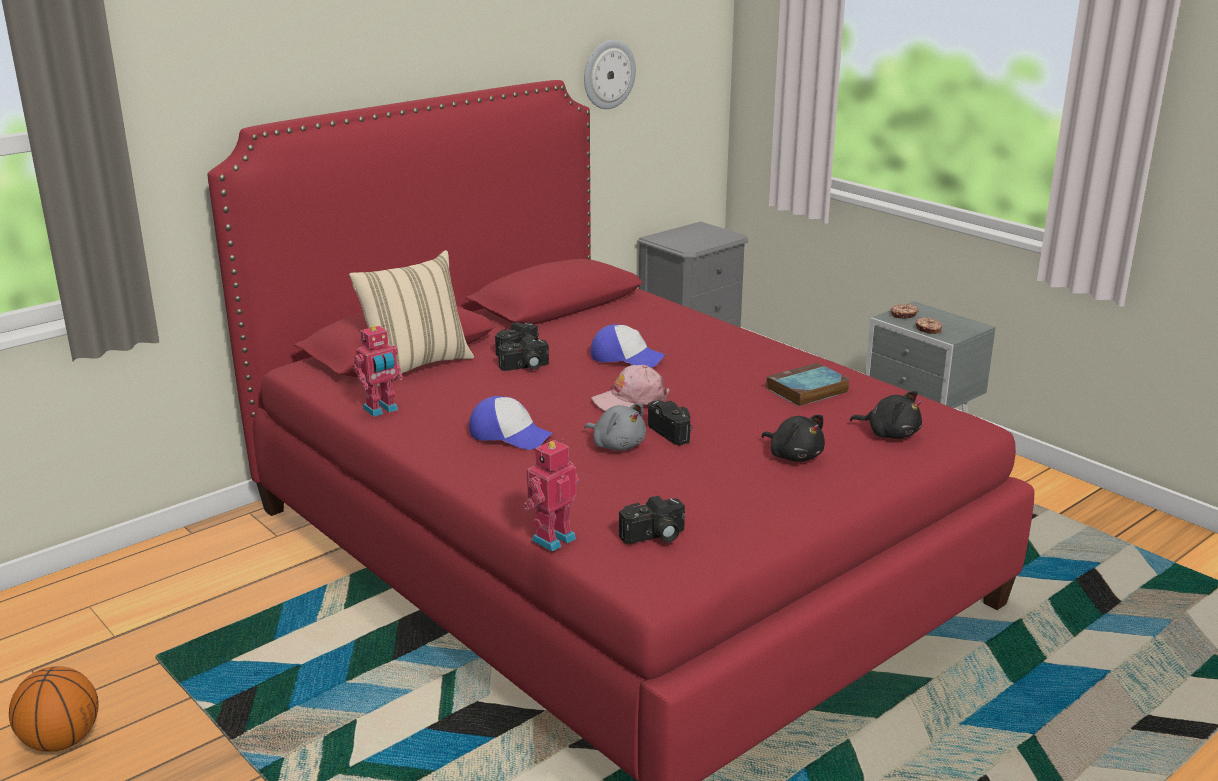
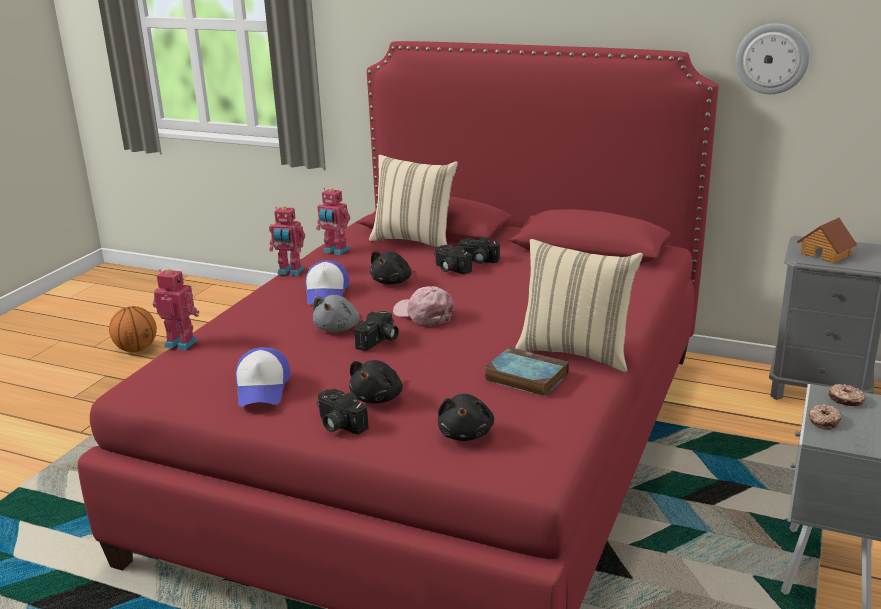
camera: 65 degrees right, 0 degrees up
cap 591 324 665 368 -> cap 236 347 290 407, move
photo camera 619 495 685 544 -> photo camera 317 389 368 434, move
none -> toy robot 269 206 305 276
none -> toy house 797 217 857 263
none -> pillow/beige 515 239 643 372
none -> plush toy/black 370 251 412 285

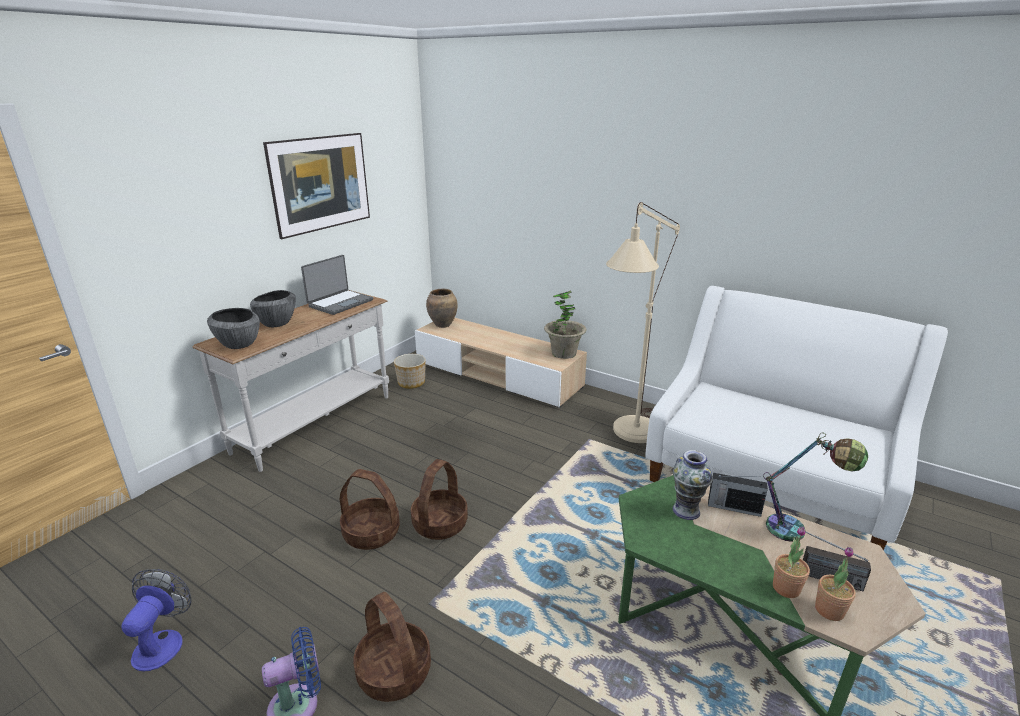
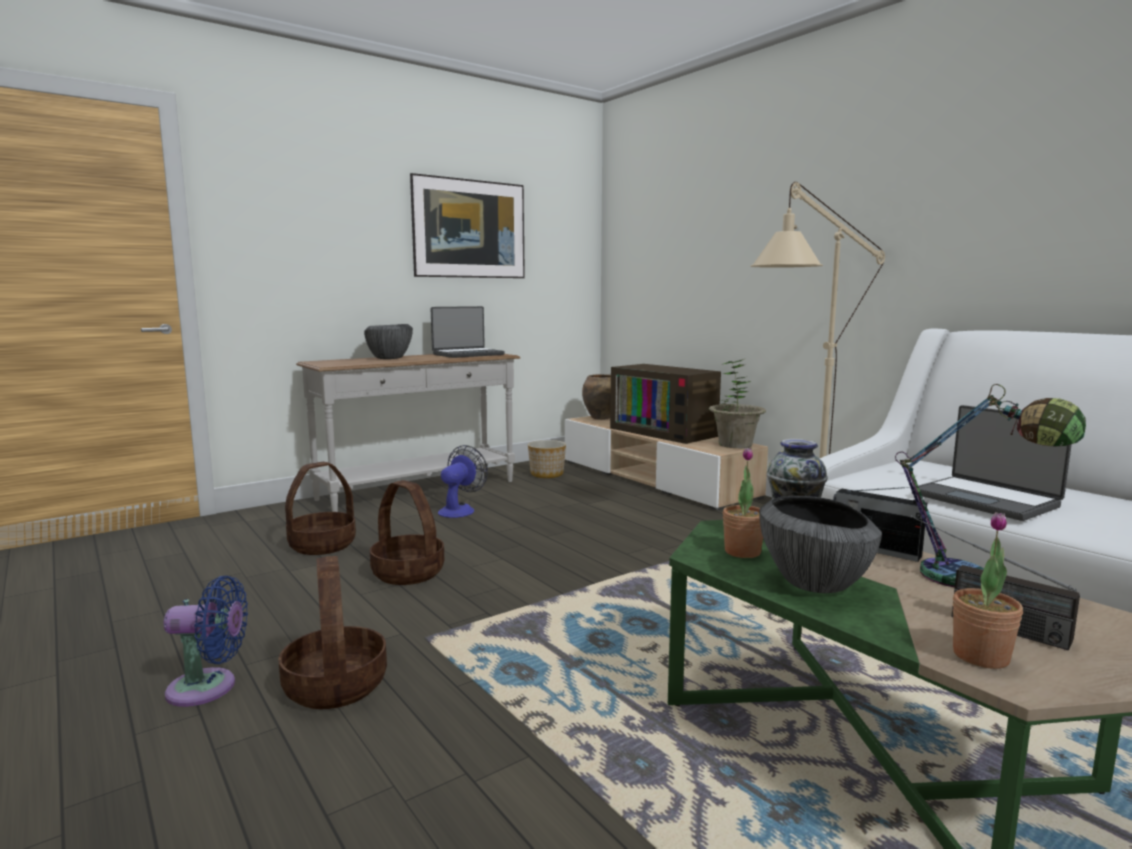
camera: 20 degrees right, 15 degrees down
bowl 207 308 260 349 -> bowl 759 496 882 593, move
basket 411 459 468 540 -> basket 285 462 356 555, move
potted plant 773 526 810 598 -> potted plant 723 447 763 558, move
fan 122 569 192 671 -> fan 438 445 488 518, move
none -> television 610 364 721 444
none -> laptop 911 405 1072 521

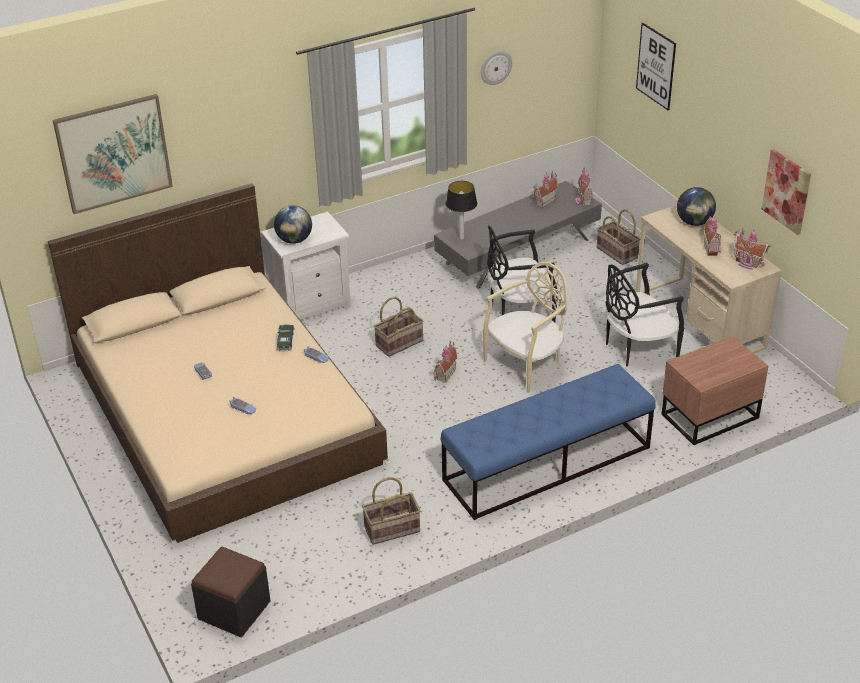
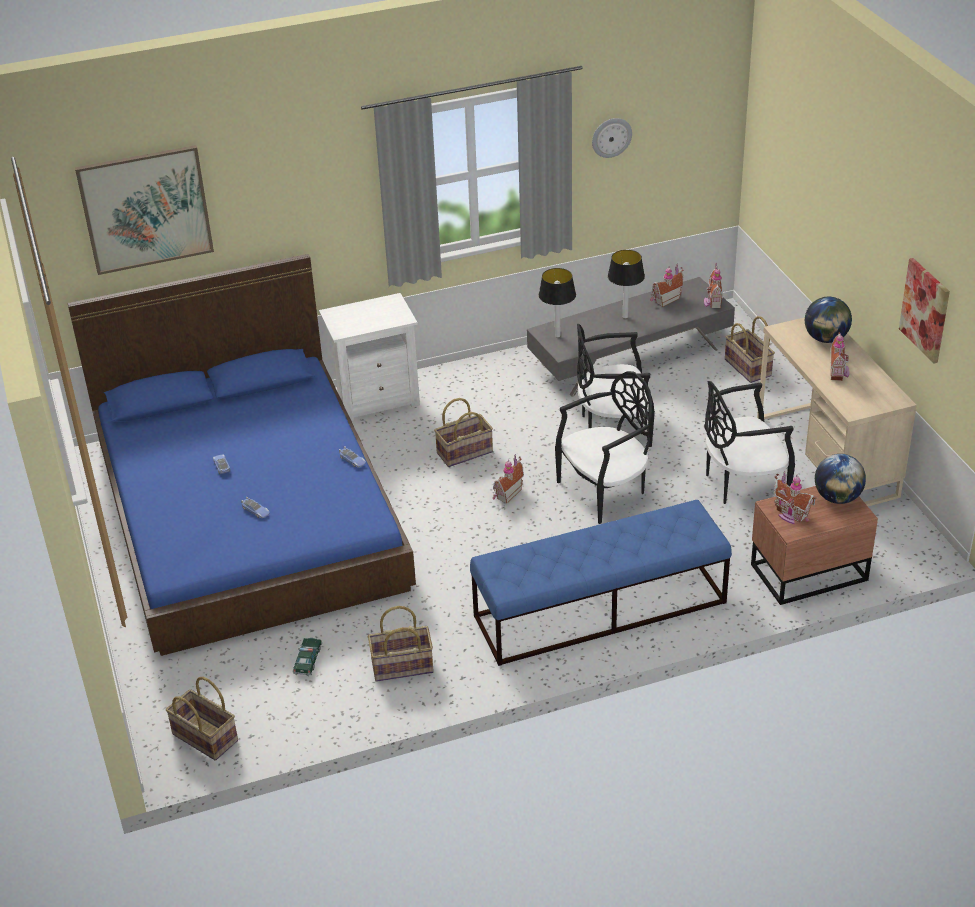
camera: 10 degrees right, 0 degrees up
picture 636 23 676 110 -> none
bed/beige 48 183 388 543 -> bed/blue 67 254 416 656
globe 274 205 312 244 -> globe 815 454 866 504, move
toy house 734 228 771 270 -> toy house 774 471 817 524, move
chair/beige 483 262 567 393 -> chair/black 555 371 652 524
toy car 276 324 295 351 -> toy car 292 638 323 676, move
ottoman/black 191 547 271 637 -> basket 166 677 238 761
none -> table lamp 608 250 645 319

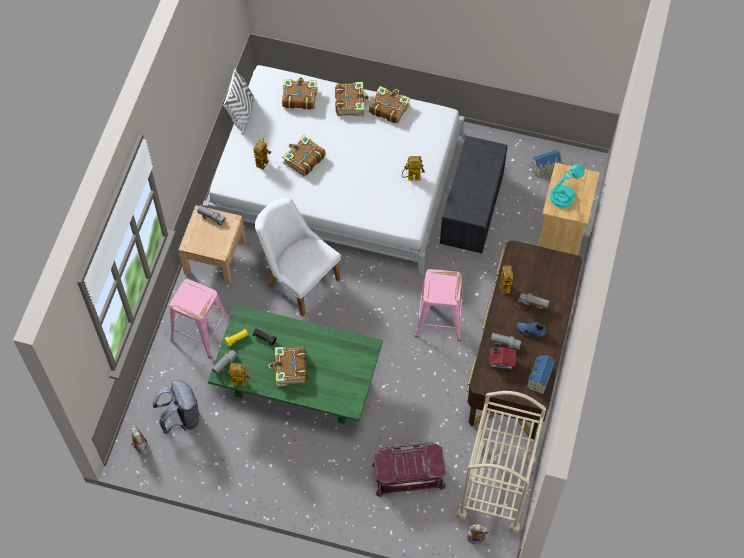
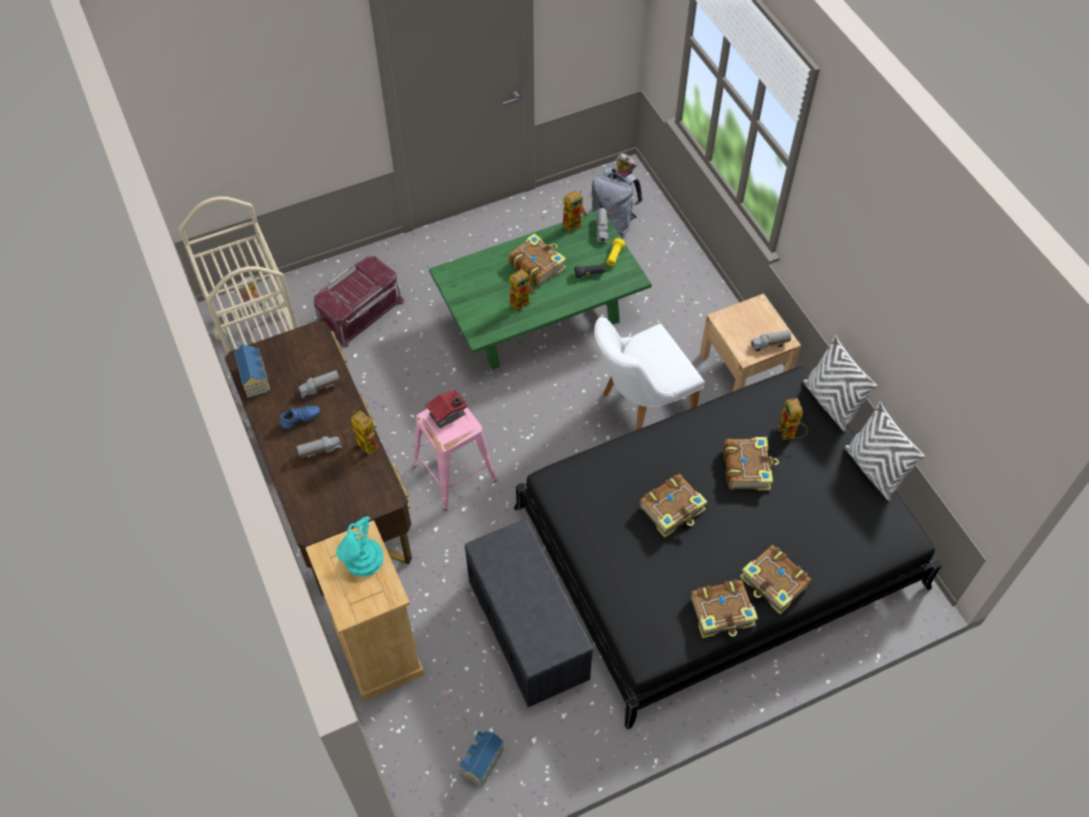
camera: 140 degrees right, 5 degrees down
bed/white 202 65 465 275 -> bed/black 514 366 942 730
book 282 77 317 110 -> book 639 474 707 538, move
toy robot 402 156 425 181 -> toy robot 509 269 535 312, move
chair/white 255 197 341 317 -> chair/white 594 317 705 430, 150 degrees clockwise
stool/pink 169 279 230 358 -> none
toy house 489 347 516 370 -> toy house 425 389 467 428, move
none -> pillow/white 803 335 878 431

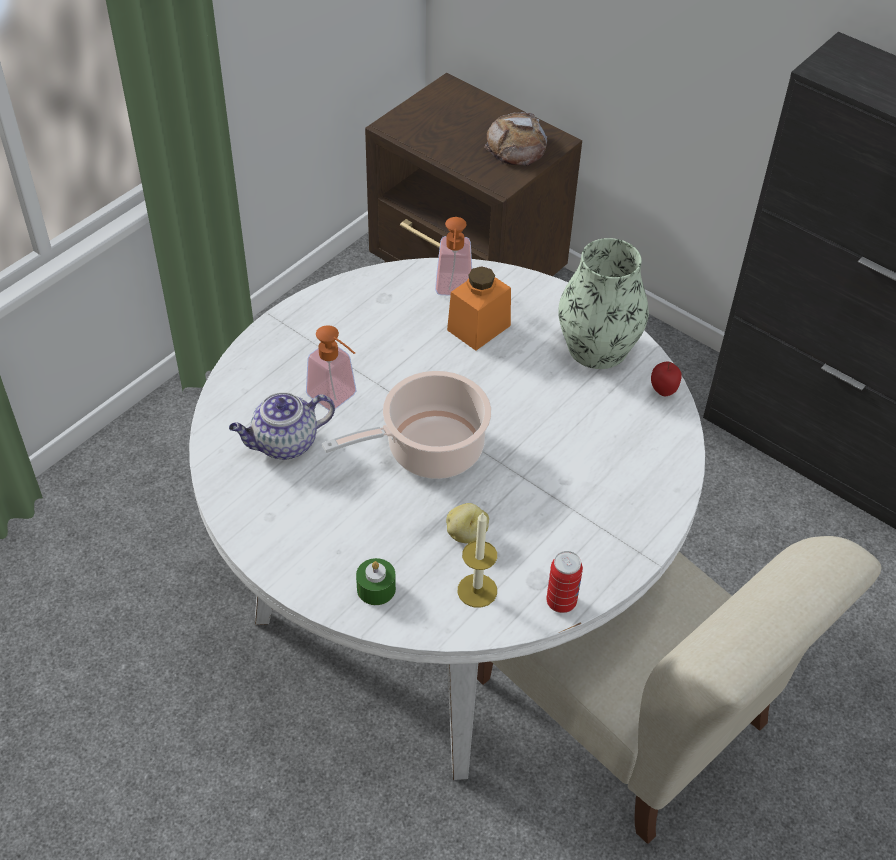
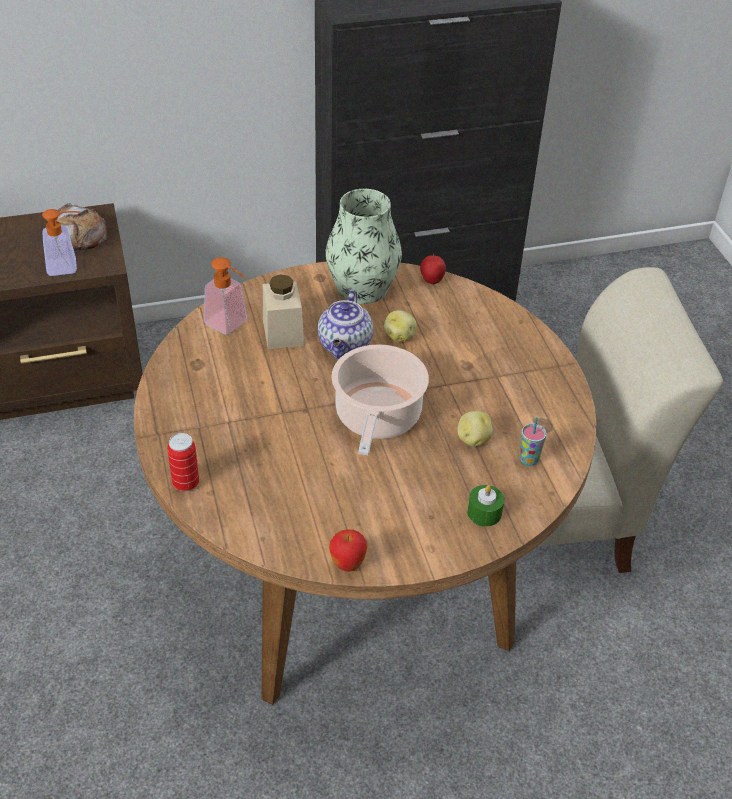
camera: 55 degrees left, 5 degrees down
dining table/white 189 258 705 780 -> dining table/brown 134 262 597 705
jar/orange 447 266 511 351 -> jar/beige 263 274 304 349
soap dispenser 306 325 357 410 -> soap dispenser 42 209 80 276, move
teapot 229 392 335 460 -> teapot 318 290 373 359, move
candle 458 511 497 608 -> cup 519 417 547 466
can 546 551 583 613 -> can 167 433 199 491, move
none -> potato 384 310 417 342
none -> apple 329 529 368 572

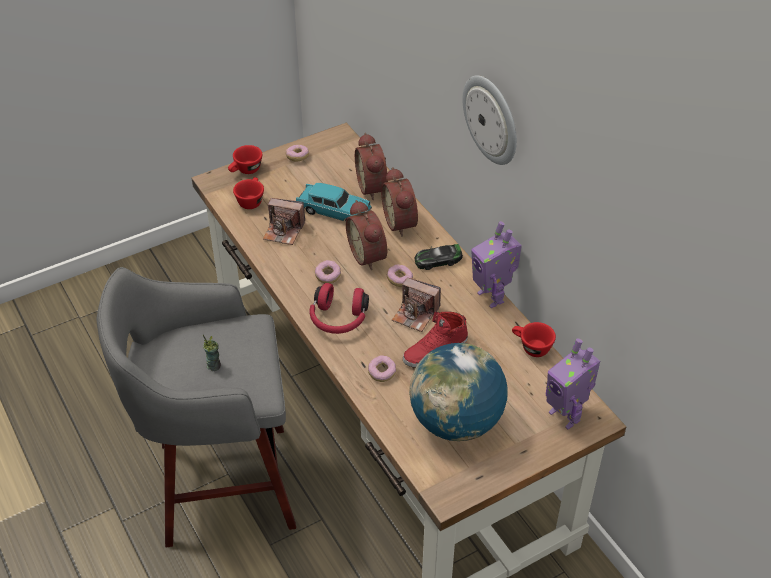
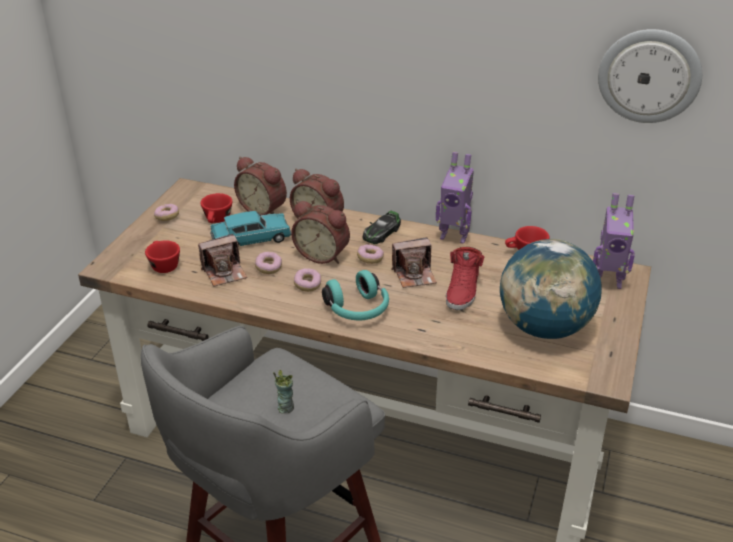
camera: 40 degrees left, 10 degrees down
wall clock 463 75 517 165 -> wall clock 598 29 702 123, move
cup/red 228 145 262 174 -> cup/red 200 193 232 223, move
headphones/red 309 283 369 334 -> headphones/turquoise 322 270 389 321
donut 368 355 396 382 -> donut 255 252 282 274, move

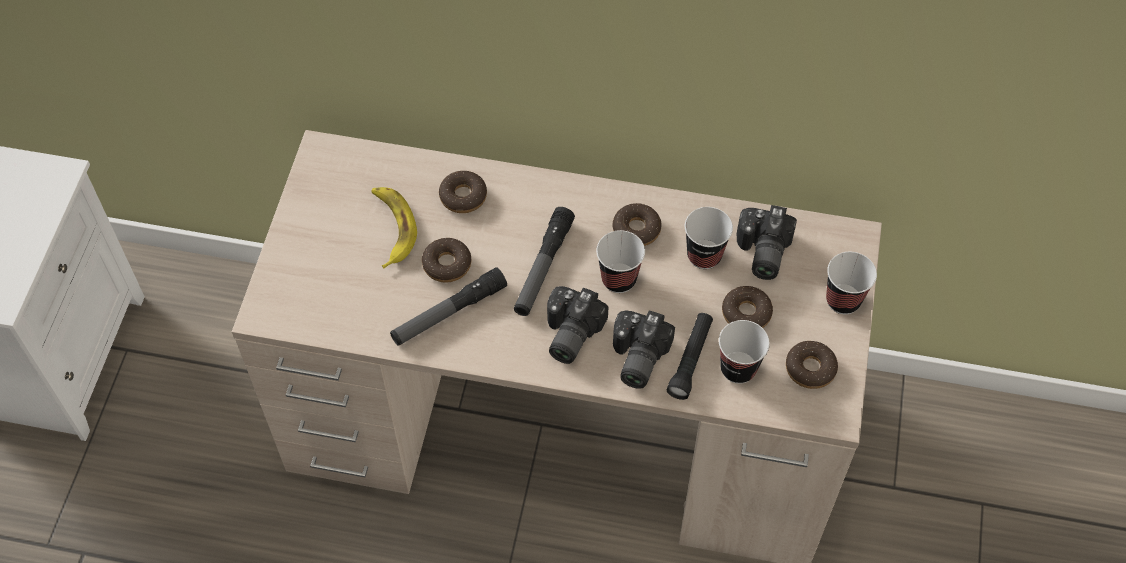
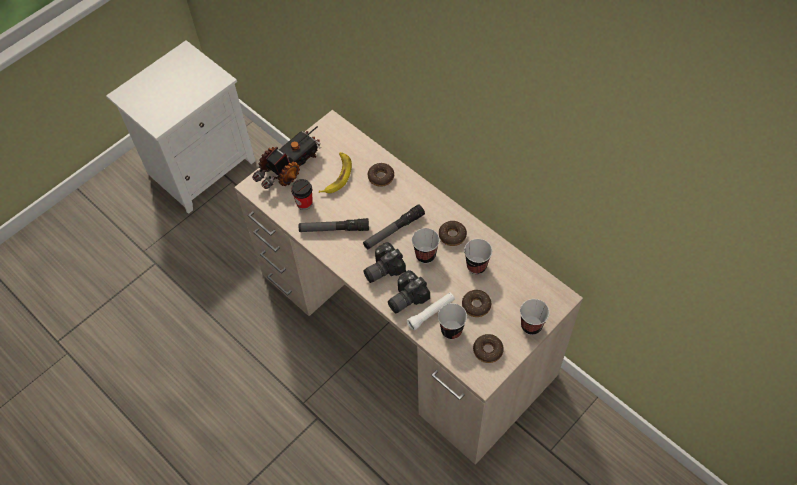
camera: 35 degrees right, 0 degrees up
photo camera 737 205 797 280 -> none
donut 422 238 471 283 -> none
flashlight/black 667 313 713 400 -> flashlight/white 406 292 455 331
none -> toy truck 252 126 321 189
none -> cup 291 179 313 210

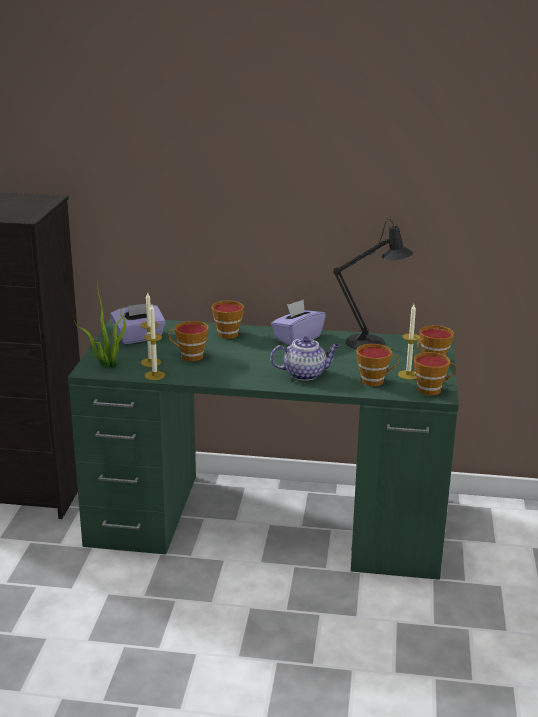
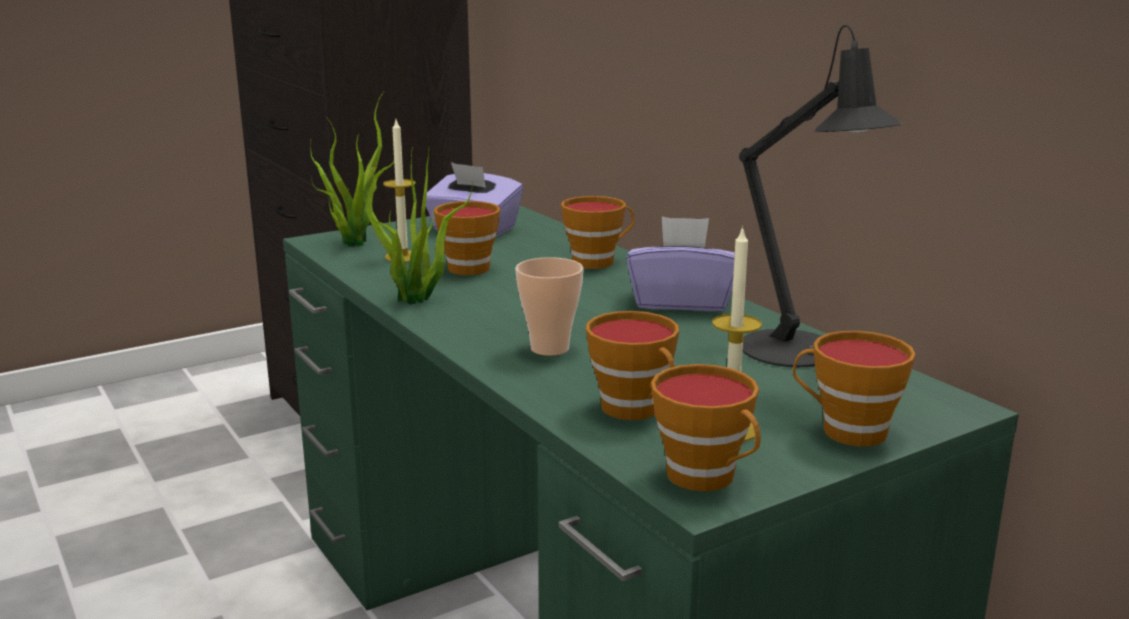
camera: 50 degrees right, 5 degrees down
candle 144 304 165 380 -> none
teapot 270 336 340 381 -> cup 515 257 584 356
none -> potted plant 364 147 473 304

